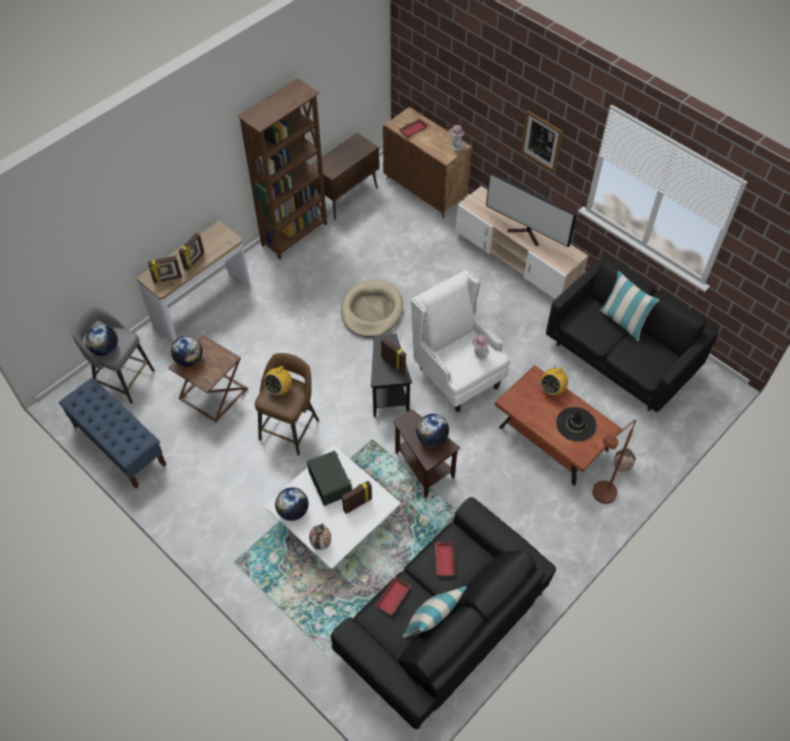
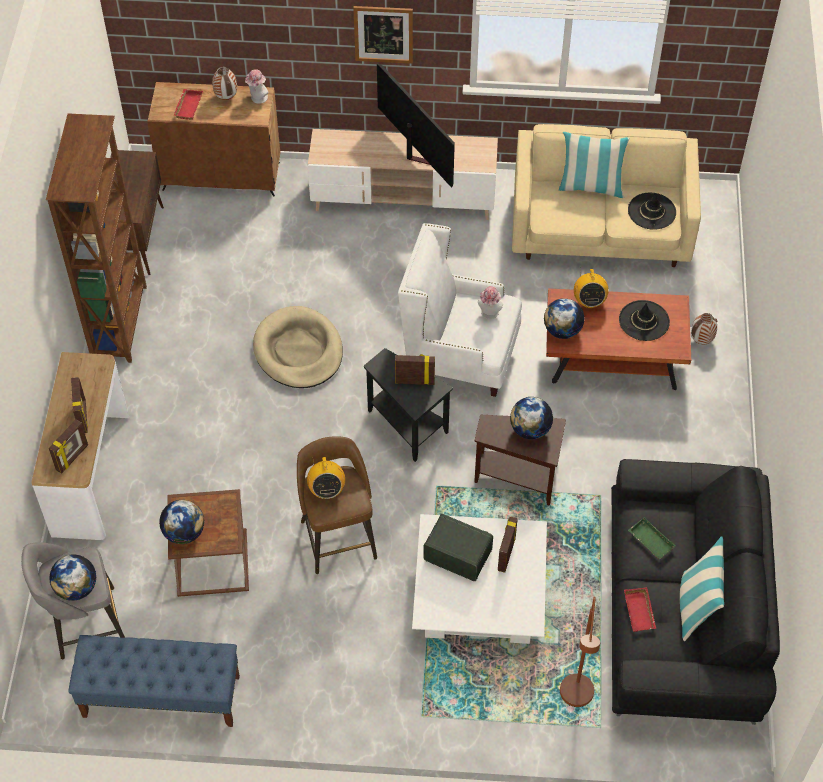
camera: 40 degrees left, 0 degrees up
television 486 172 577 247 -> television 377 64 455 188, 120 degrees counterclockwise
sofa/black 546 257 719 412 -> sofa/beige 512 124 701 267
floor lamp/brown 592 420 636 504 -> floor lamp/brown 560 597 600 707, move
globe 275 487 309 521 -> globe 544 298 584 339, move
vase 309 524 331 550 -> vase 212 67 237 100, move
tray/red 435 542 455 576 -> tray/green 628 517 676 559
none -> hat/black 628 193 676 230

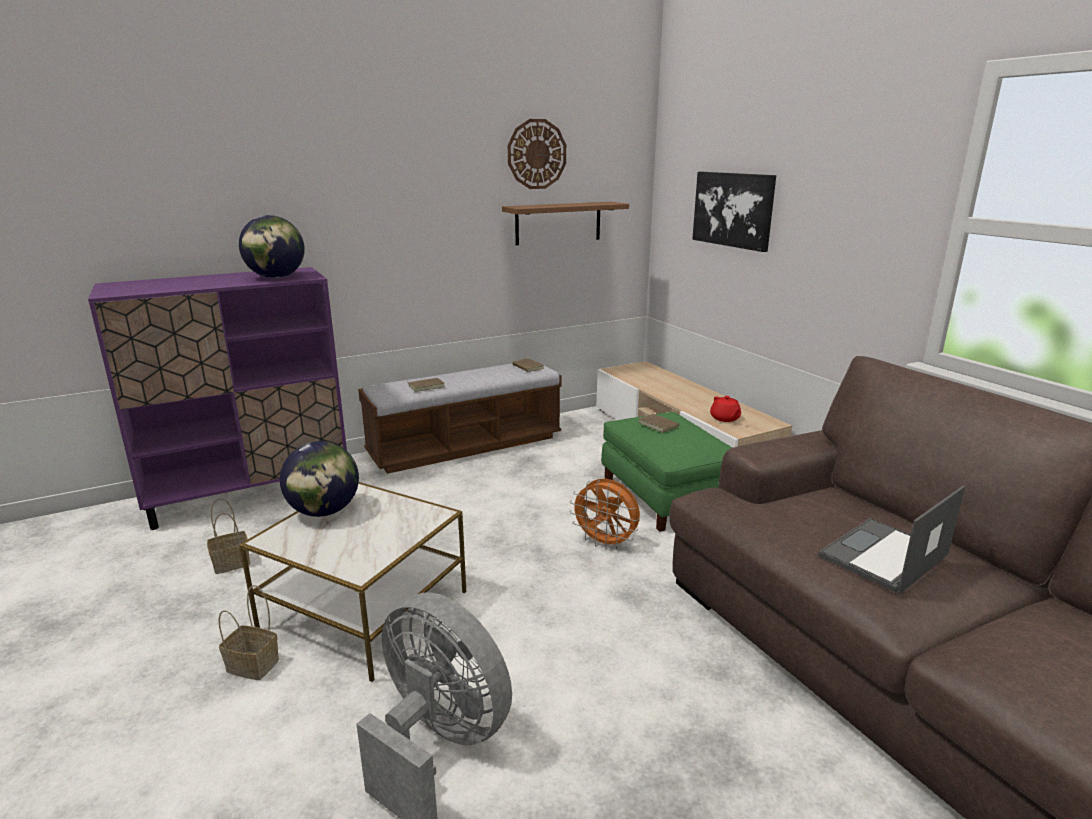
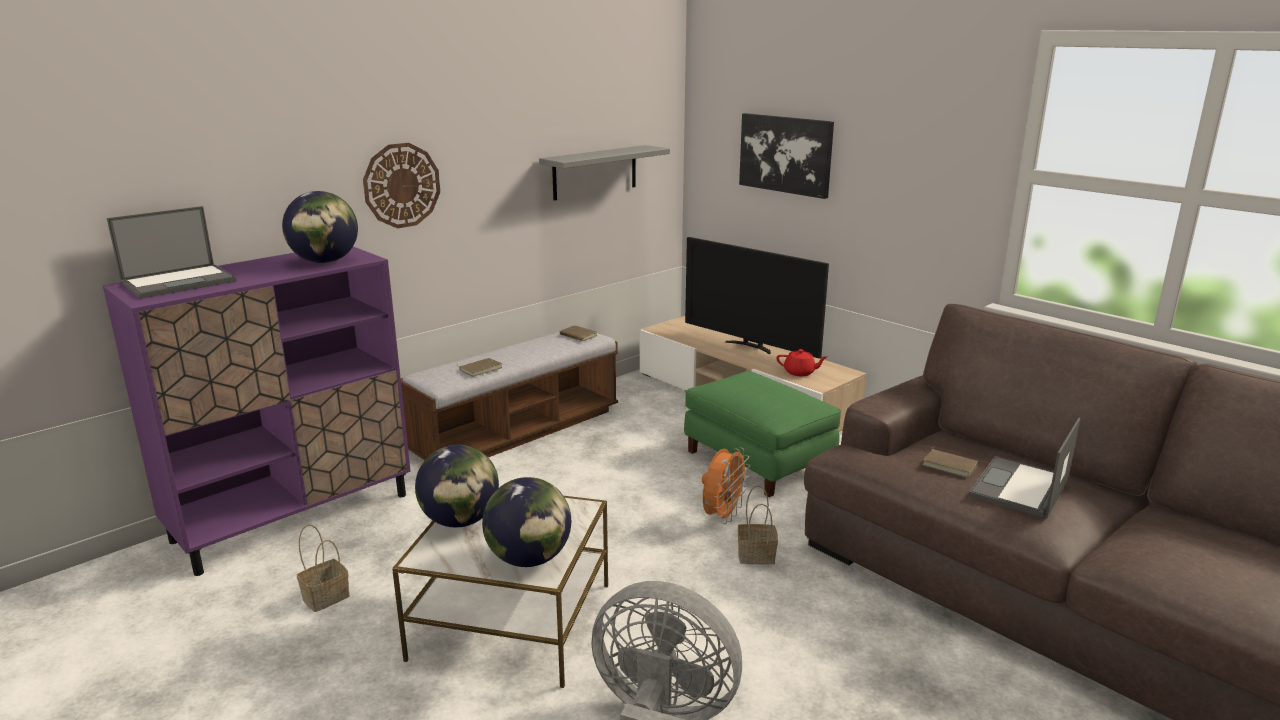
camera: 15 degrees left, 0 degrees up
wall clock 508 119 566 189 -> wall clock 363 143 440 228, move
shelf/brown 502 202 629 245 -> shelf/grey 539 145 670 200
teapot/red 710 396 741 422 -> teapot/red 776 349 827 376, 45 degrees counterclockwise
book/brown 638 412 679 433 -> book/brown 922 446 979 478, move
fan/orange 569 479 640 550 -> fan/orange 702 447 750 524, 75 degrees counterclockwise
basket 218 585 279 680 -> basket 738 485 778 565, move
none -> laptop 107 206 237 299
none -> television 685 237 829 359
none -> globe 482 477 571 567

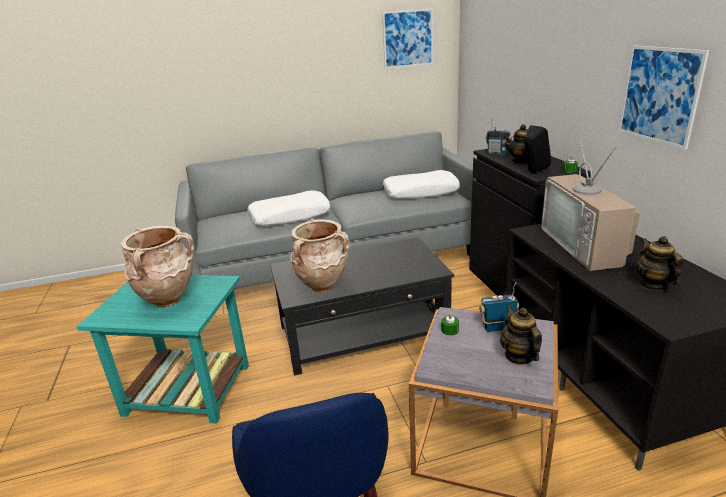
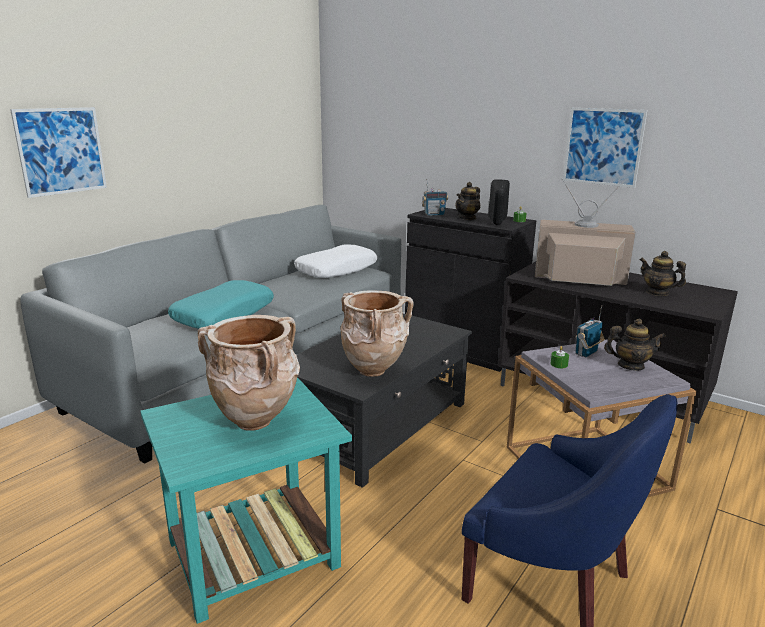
camera: 40 degrees left, 5 degrees down
picture 382 8 433 69 -> picture 10 107 107 198, move
television 541 131 640 271 -> television 535 179 636 286, 150 degrees clockwise
pillow/white 248 190 330 226 -> pillow/turquoise 168 280 274 329
teapot 500 306 542 365 -> teapot 604 319 666 371, 150 degrees clockwise

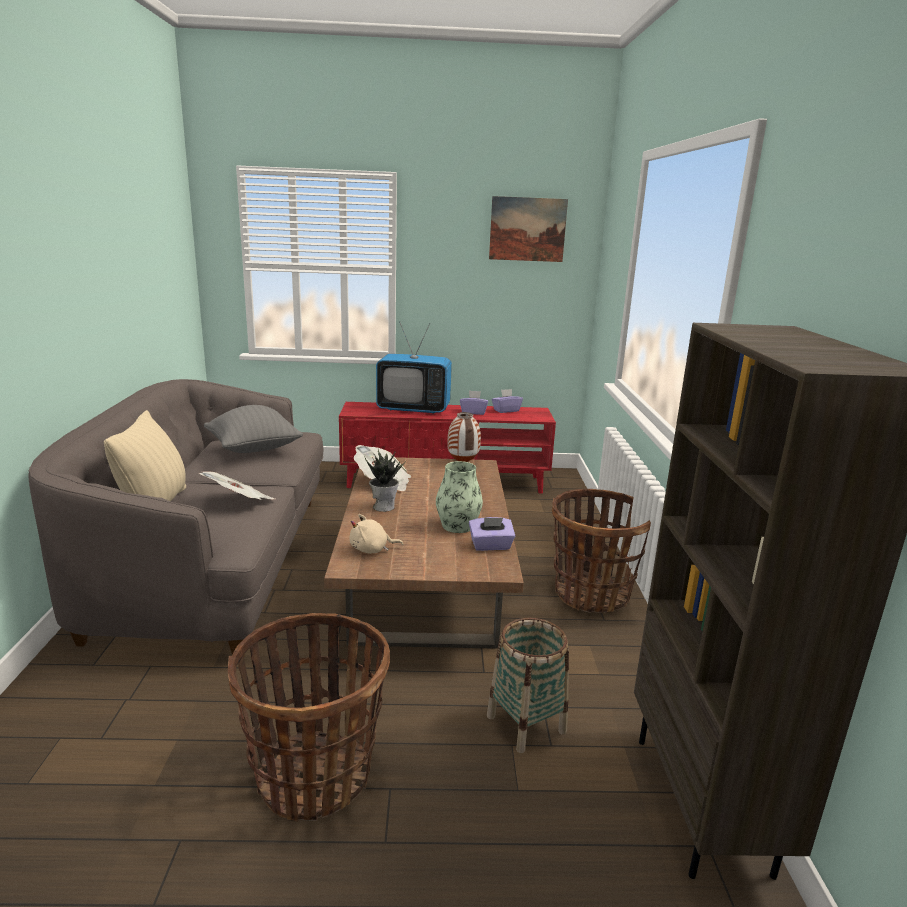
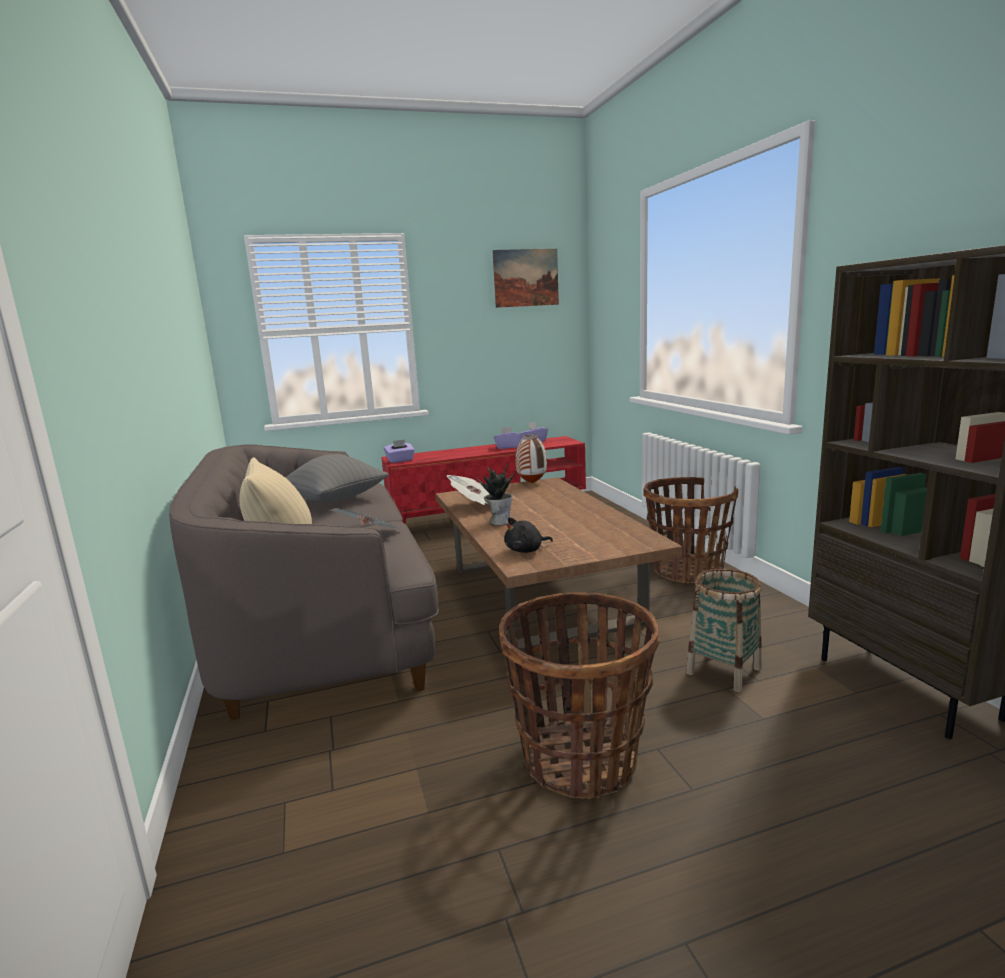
camera: 15 degrees left, 5 degrees down
television 376 321 452 414 -> none
vase 436 461 483 533 -> none
plush toy/beige 350 514 403 554 -> plush toy/black 504 517 553 553
tissue box/purple 469 517 515 551 -> tissue box/purple 384 440 415 463, move

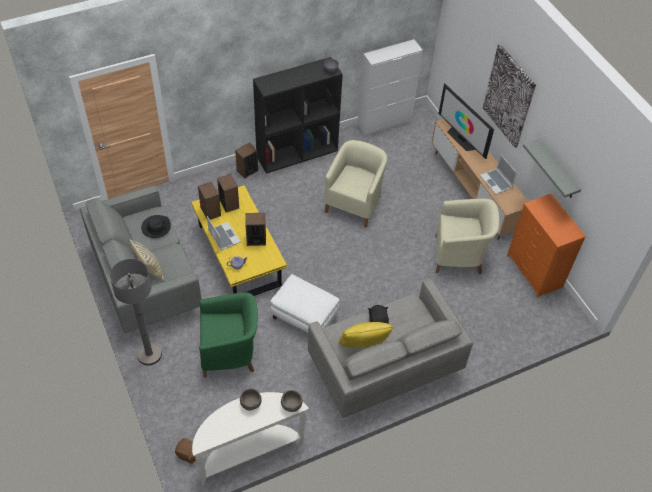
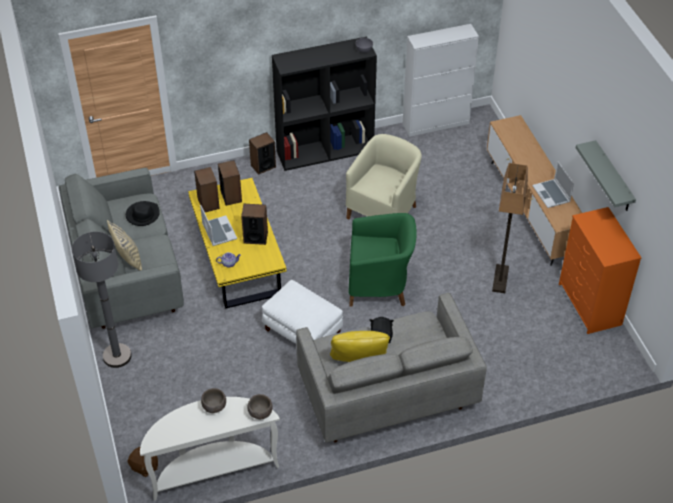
camera: 10 degrees right, 5 degrees down
picture 483 44 536 148 -> none
television 439 83 494 159 -> none
armchair/beige 436 199 499 274 -> floor lamp 492 163 528 293
armchair/green 199 292 258 377 -> armchair/green 348 213 417 306, move

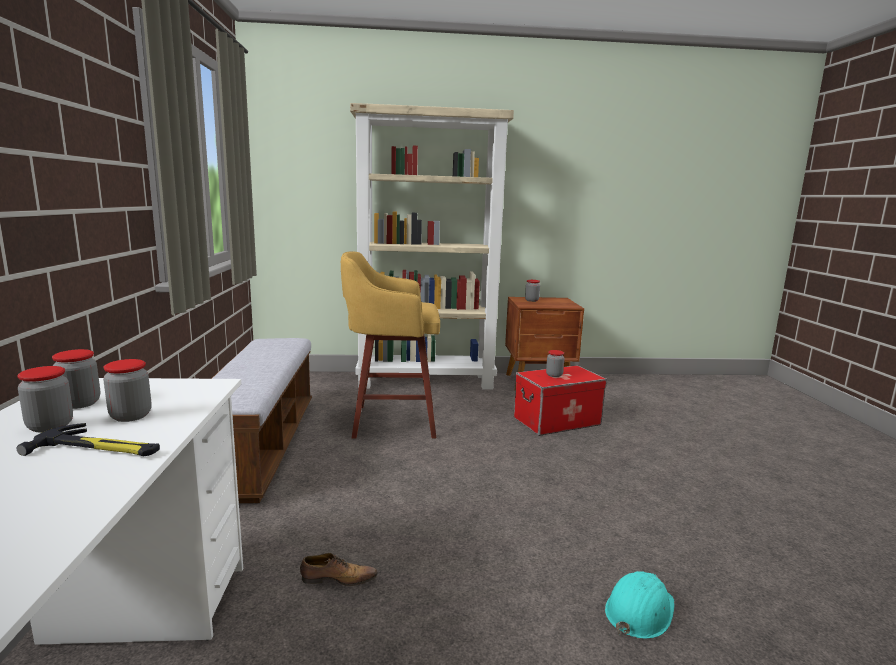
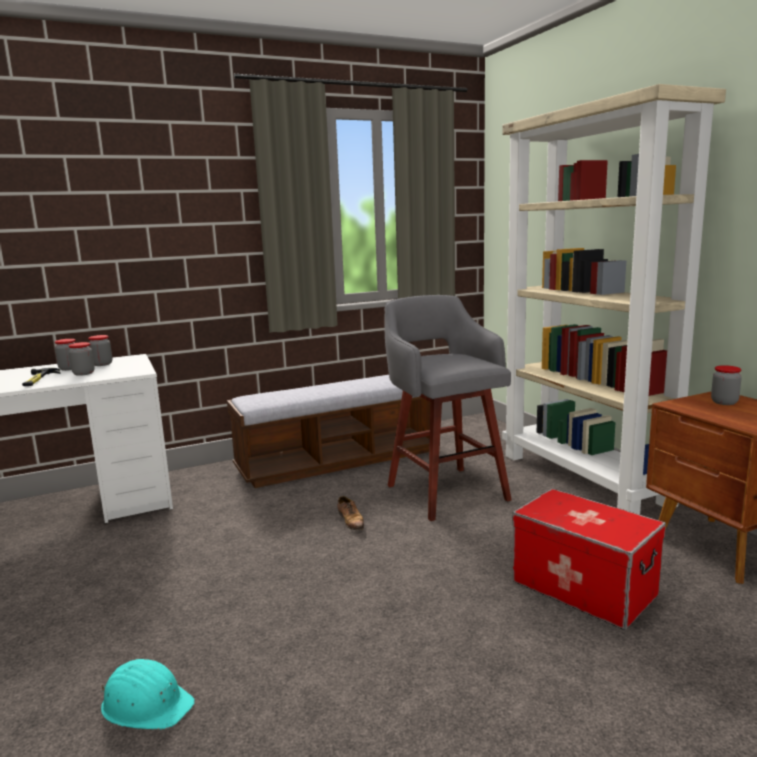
camera: 70 degrees right, 0 degrees up
stool/yellow 341 251 440 439 -> stool/grey 385 295 512 521
jar 546 350 565 377 -> none
shoe 300 553 378 586 -> shoe 338 496 364 530, move

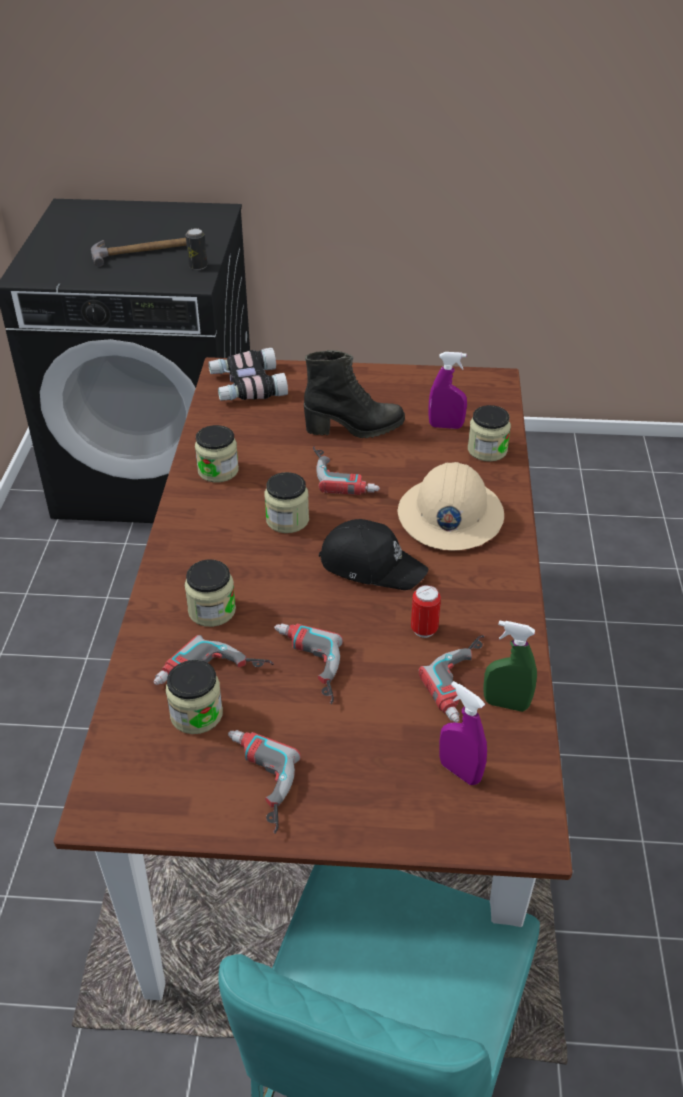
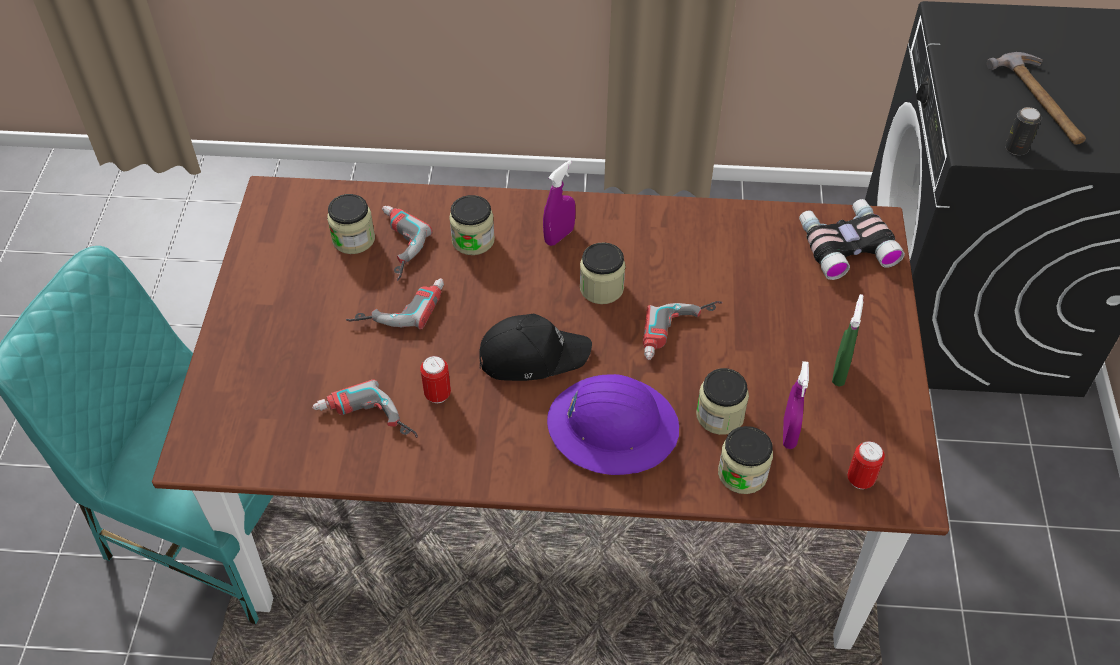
camera: 90 degrees right, 10 degrees up
boot/black 304 350 405 438 -> none
jar 195 425 239 483 -> jar 696 368 749 435, move
hard hat/beige 397 462 504 550 -> hard hat/purple 547 374 679 475
cap/black 319 519 429 590 -> cap/black 479 314 592 381, 120 degrees counterclockwise
spray bottle/green 483 620 537 712 -> spray bottle/green 832 294 863 386, move
spray bottle/purple 439 681 487 785 -> spray bottle/purple 543 160 575 246, move
power drill 228 730 301 833 -> none
none -> can 847 441 885 489

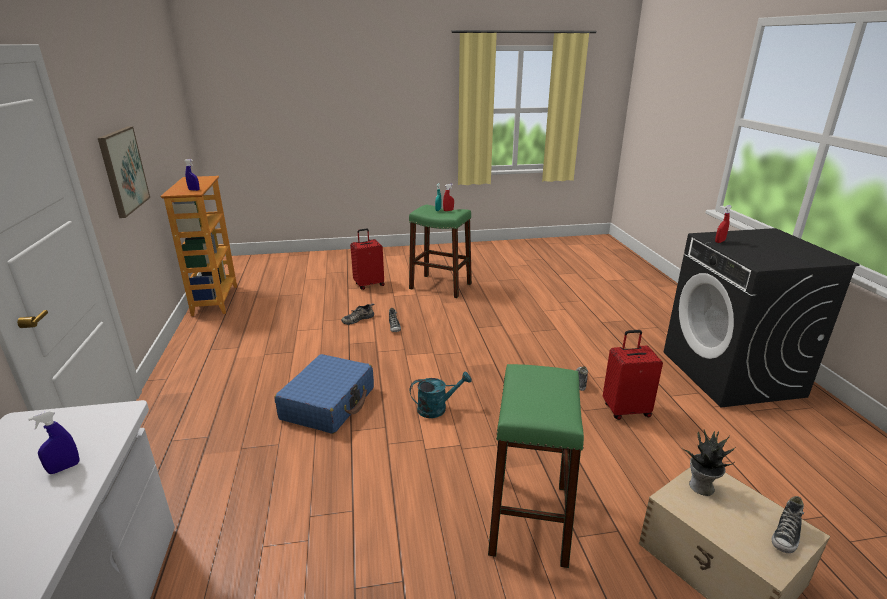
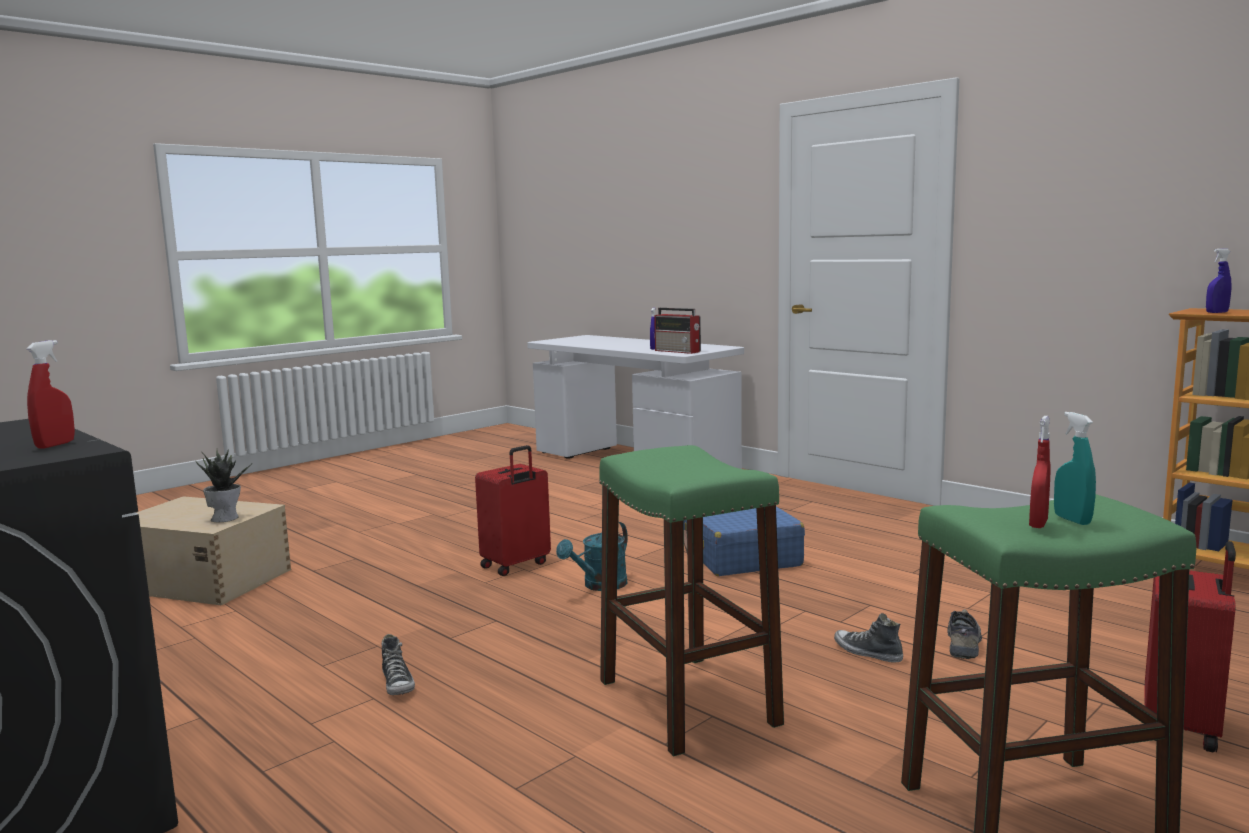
camera: 145 degrees right, 15 degrees down
picture 98 126 150 218 -> none
suitcase/red 603 330 663 420 -> suitcase/red 475 445 551 576, move
stool/green 488 364 584 568 -> stool/green 599 445 784 756, move
shoe 772 496 804 553 -> none
none -> radio 654 308 701 354

